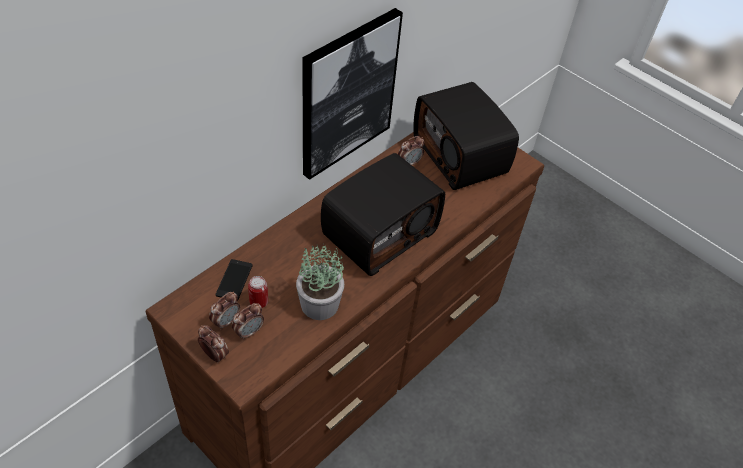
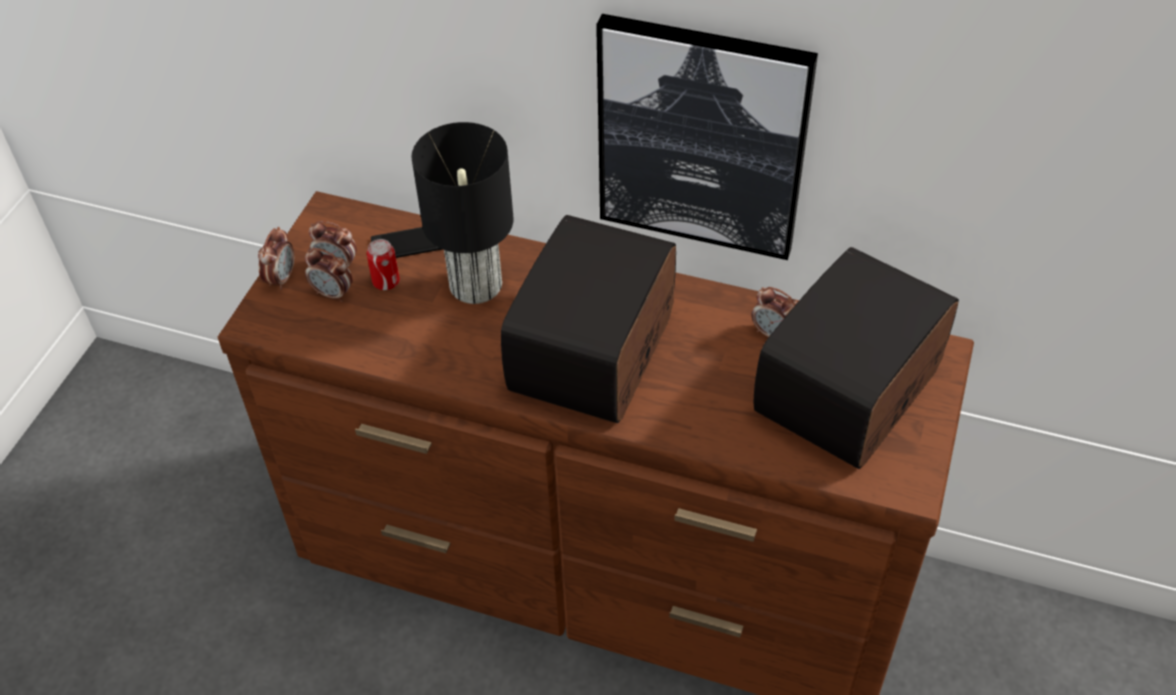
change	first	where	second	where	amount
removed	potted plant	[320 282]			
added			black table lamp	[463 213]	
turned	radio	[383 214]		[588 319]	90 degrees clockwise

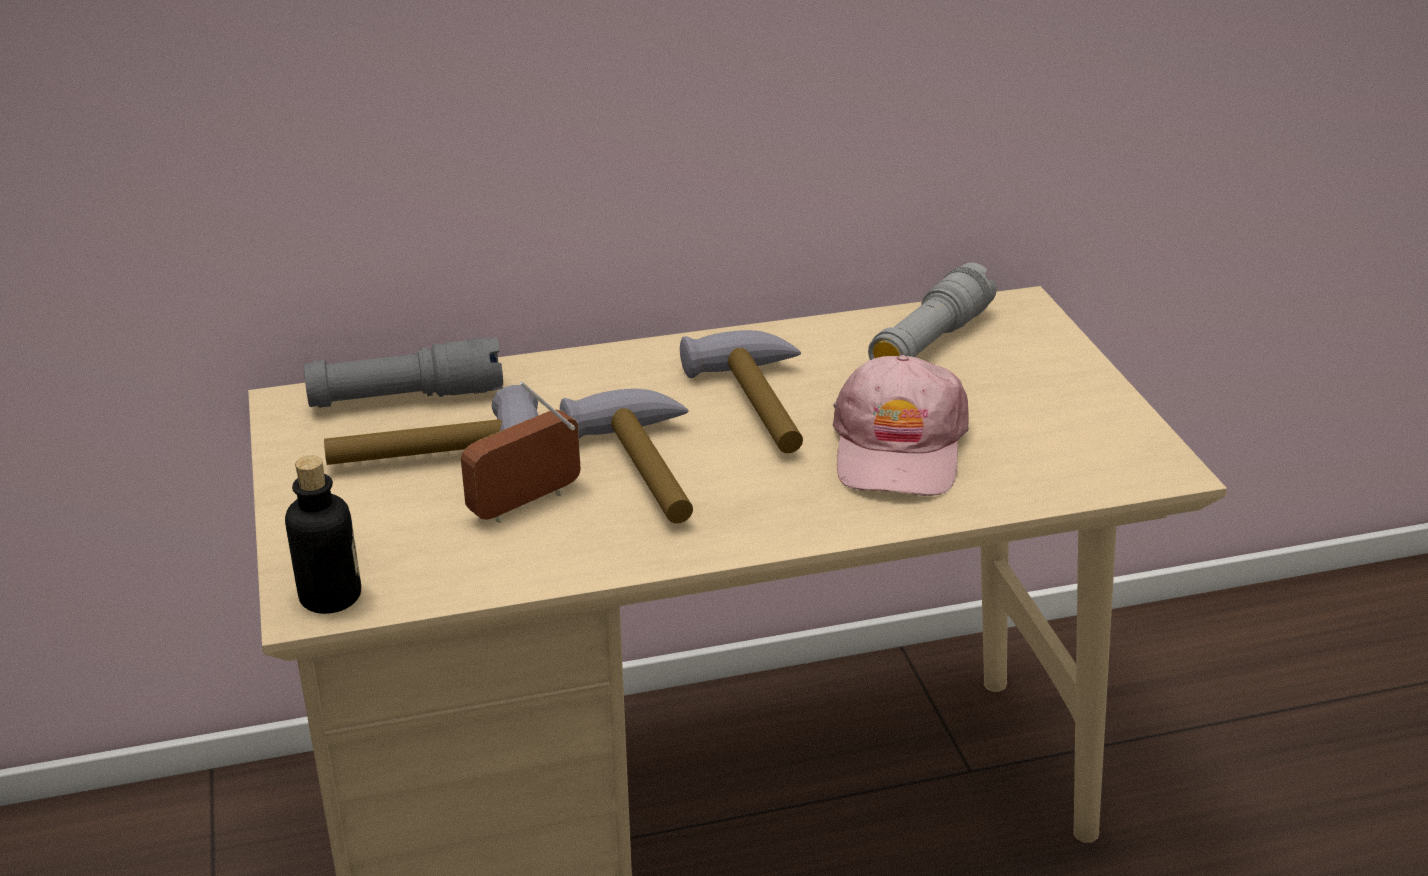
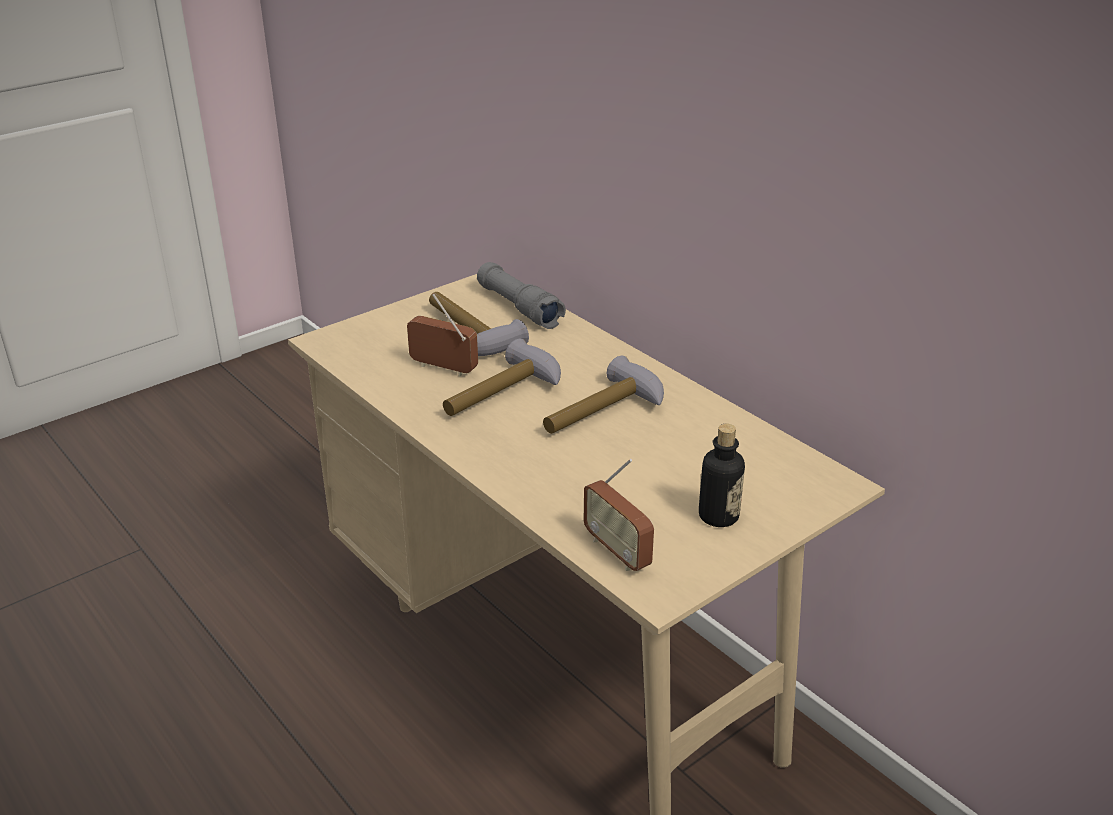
change	first	where	second	where	amount
removed	pink cap	[901 425]			
removed	grey flashlight	[932 311]			
added			radio	[619 515]	
moved	bottle	[323 534]		[722 475]	

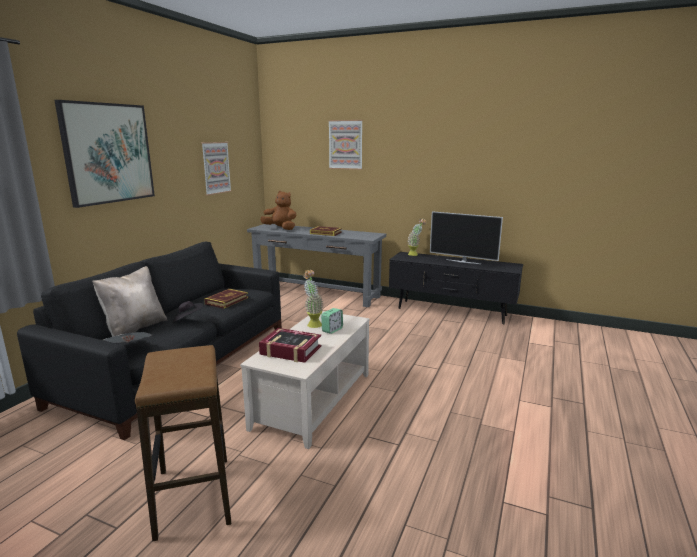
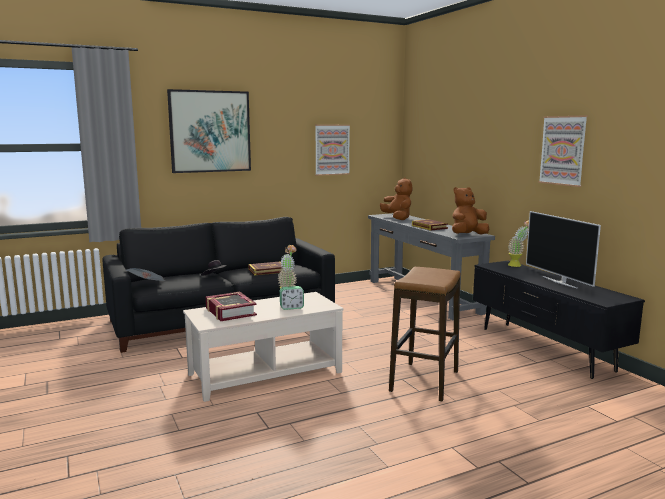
change	first	where	second	where	amount
removed	beige pillow	[130 301]			
added			brown plush toy	[470 210]	
moved	stool	[183 443]		[425 334]	
moved	picture	[345 145]		[563 151]	

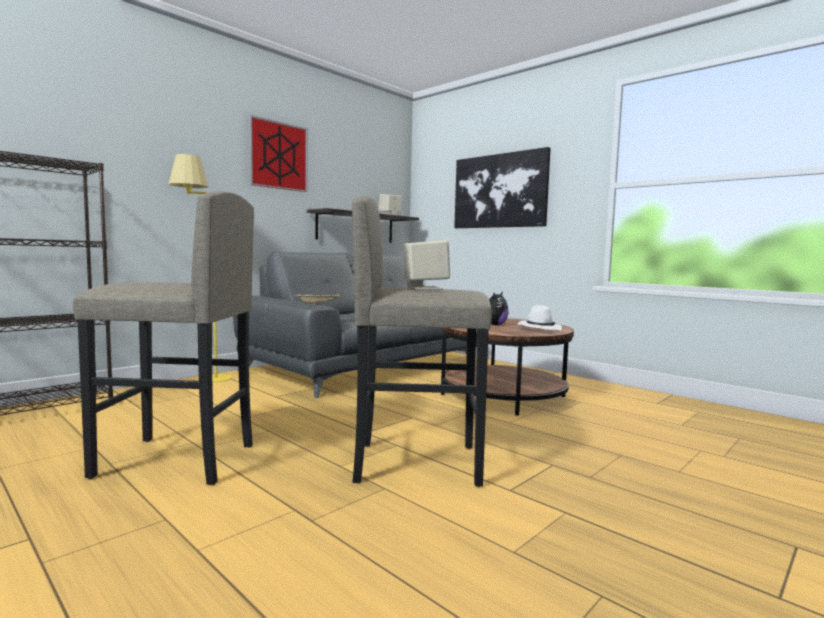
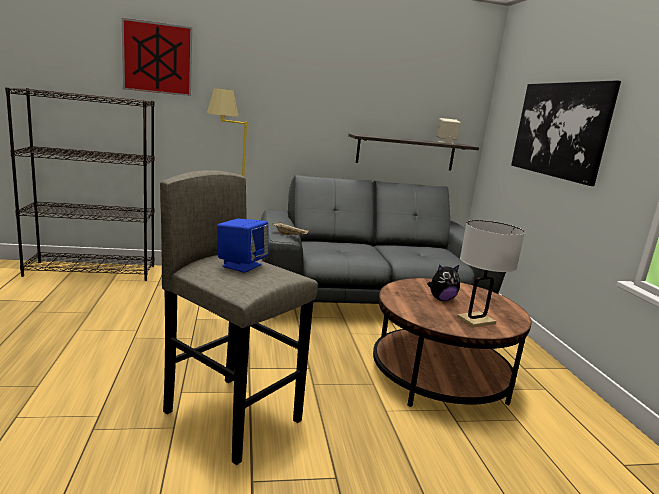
change	first	where	second	where	amount
removed	grey stool	[163 338]			
moved	picture	[278 153]		[157 57]	
replaced	white hat	[540 318]	white table lamp	[491 274]	
recoloured	beige speaker	[426 265]	blue speaker	[242 245]	

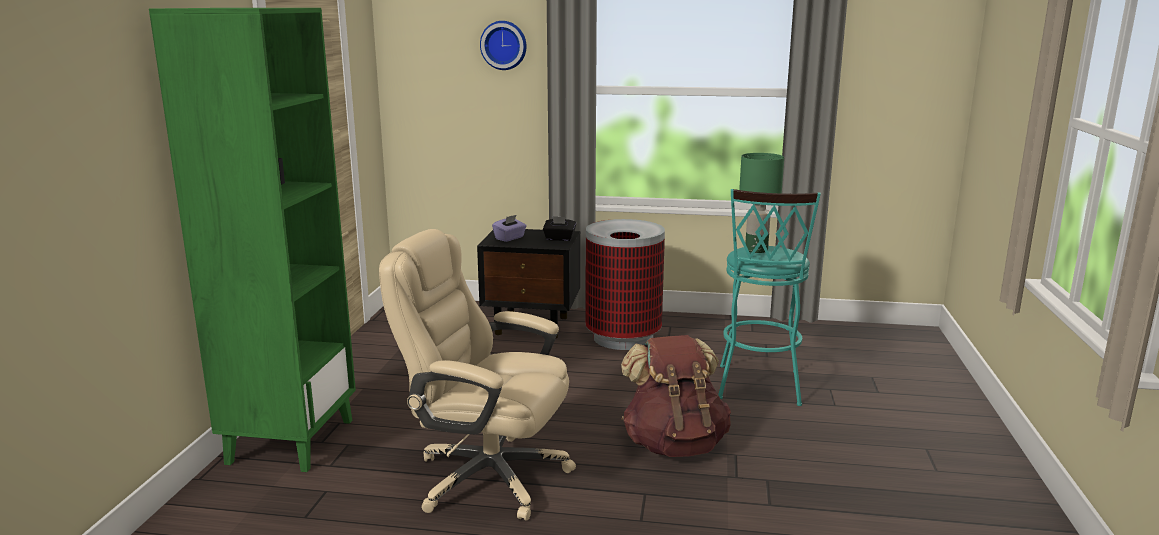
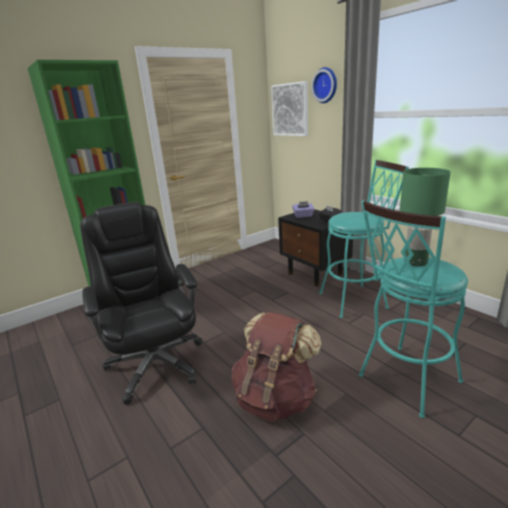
change	first	where	second	where	amount
added			picture	[289 108]	
replaced	trash can	[625 284]	turquoise stool	[364 239]	
recoloured	beige office chair	[477 375]	black office chair	[141 303]	

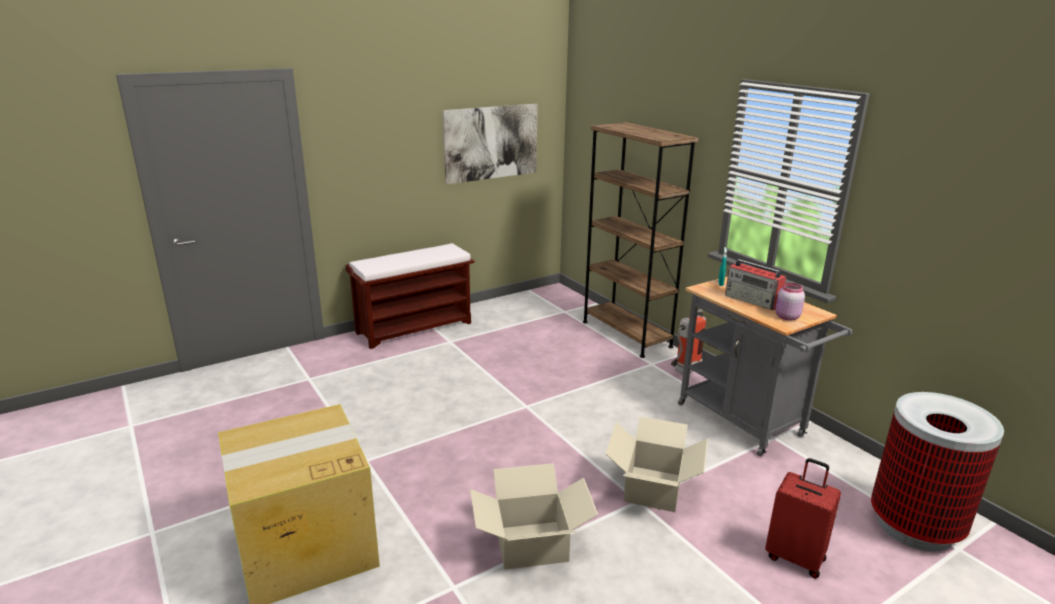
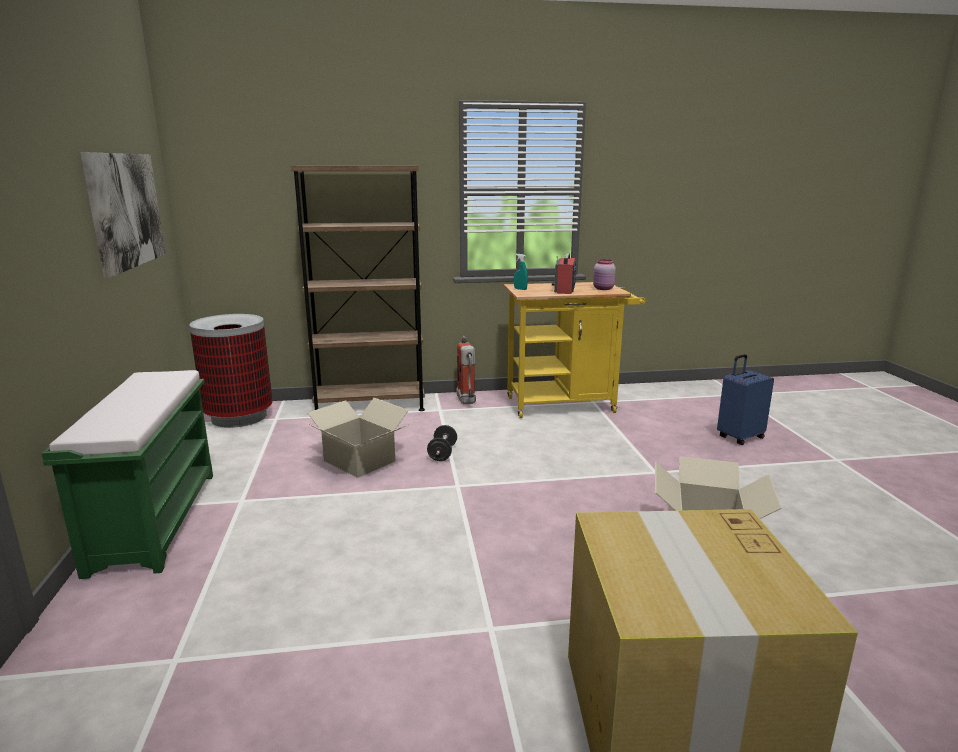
change	first	where	second	where	amount
added			black dumbbell	[442 443]	
moved	cardboard box	[656 464]		[355 438]	
moved	trash can	[937 471]		[230 371]	
recoloured	brown bench	[410 296]	green bench	[127 474]	
recoloured	grey cart	[765 366]	yellow cart	[574 350]	
recoloured	red suitcase	[803 518]	blue suitcase	[745 399]	
turned	radio	[755 285]		[564 273]	120 degrees clockwise

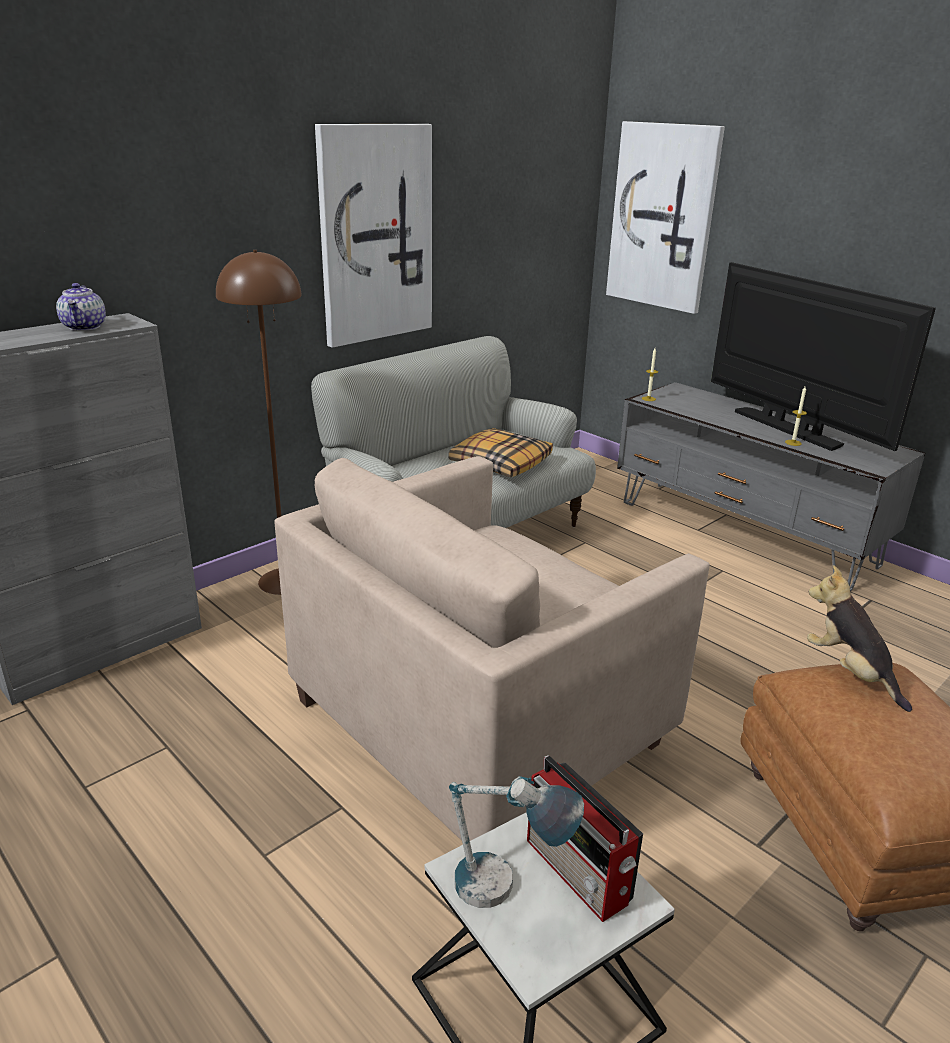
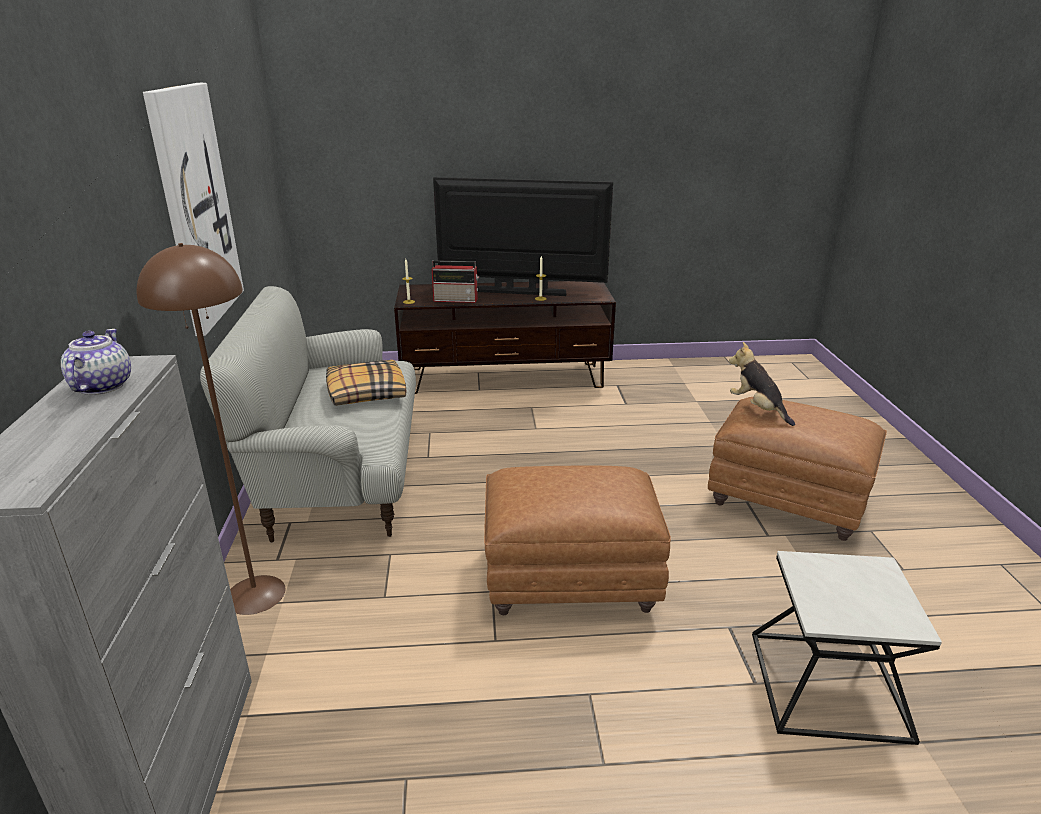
change	first	where	second	where	amount
removed	table lamp	[516 842]			
removed	picture	[665 217]			
moved	radio	[585 838]		[455 281]	
replaced	beige armchair	[492 648]	brown ottoman	[577 540]	
recoloured	grey tv stand	[771 486]	brown tv stand	[505 337]	
turned	teapot	[81 307]		[96 362]	120 degrees counterclockwise
turned	plush toy	[859 638]		[762 384]	45 degrees clockwise

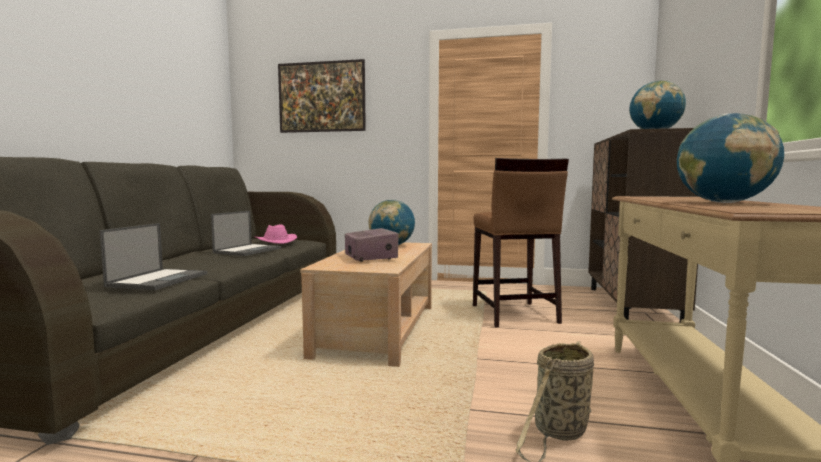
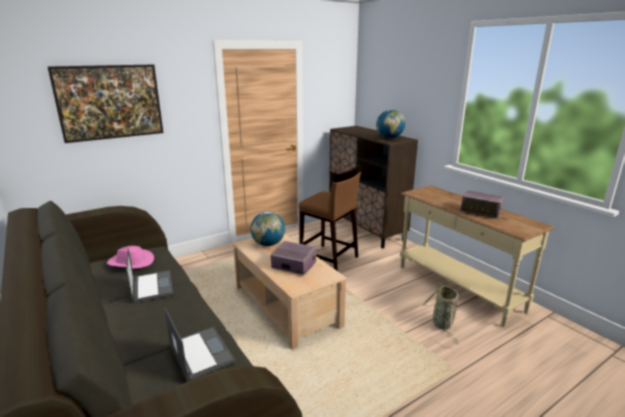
change	first	where	second	where	amount
replaced	globe	[730 158]	radio	[482 204]	

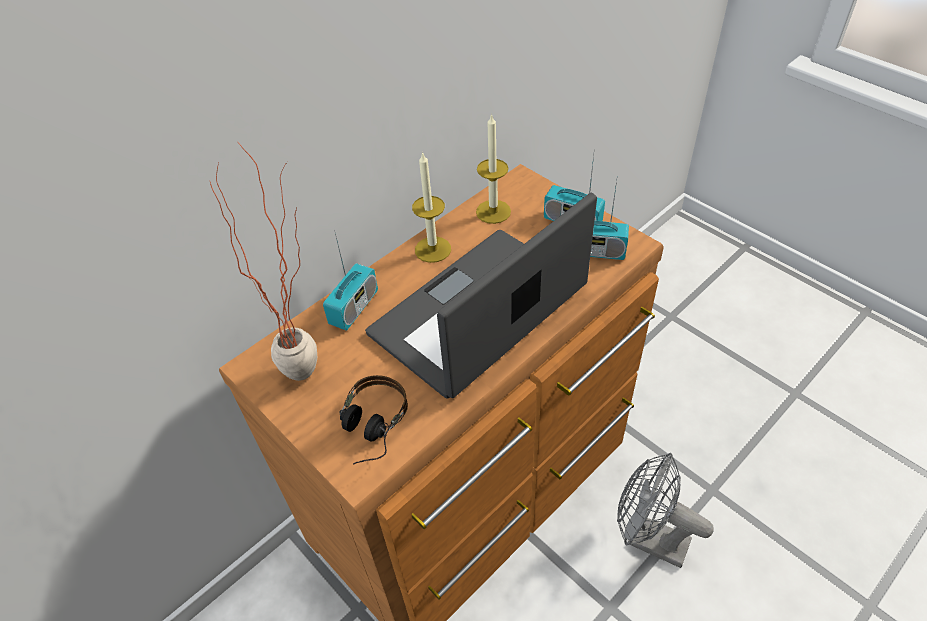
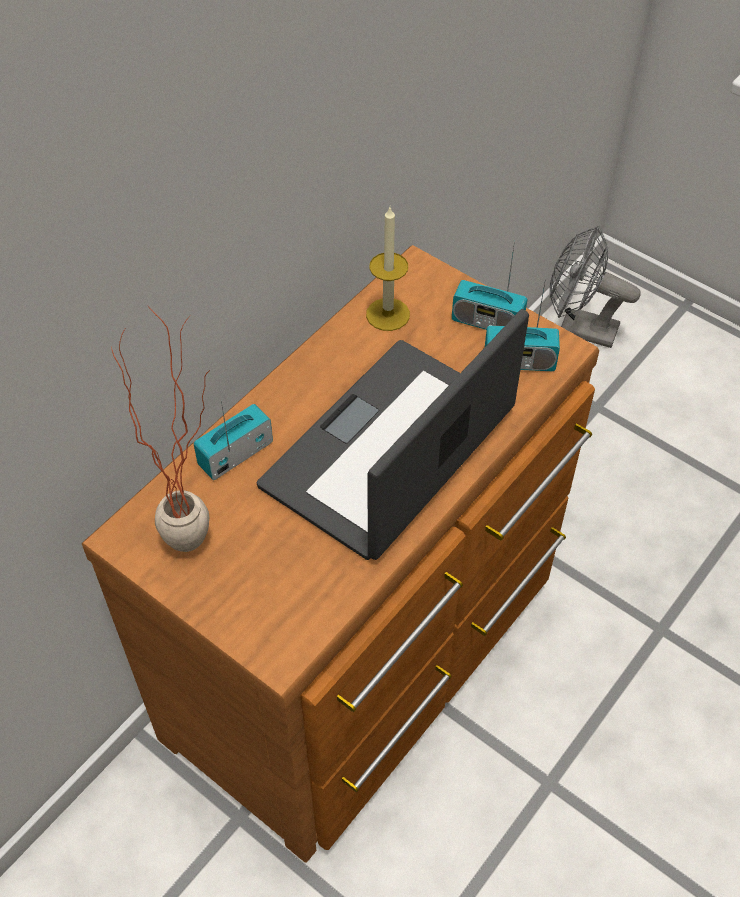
change	first	where	second	where	amount
removed	headphones	[374 420]			
removed	candle	[431 207]			
moved	grey fan	[665 510]		[595 287]	
turned	radio	[350 280]		[233 440]	150 degrees counterclockwise

